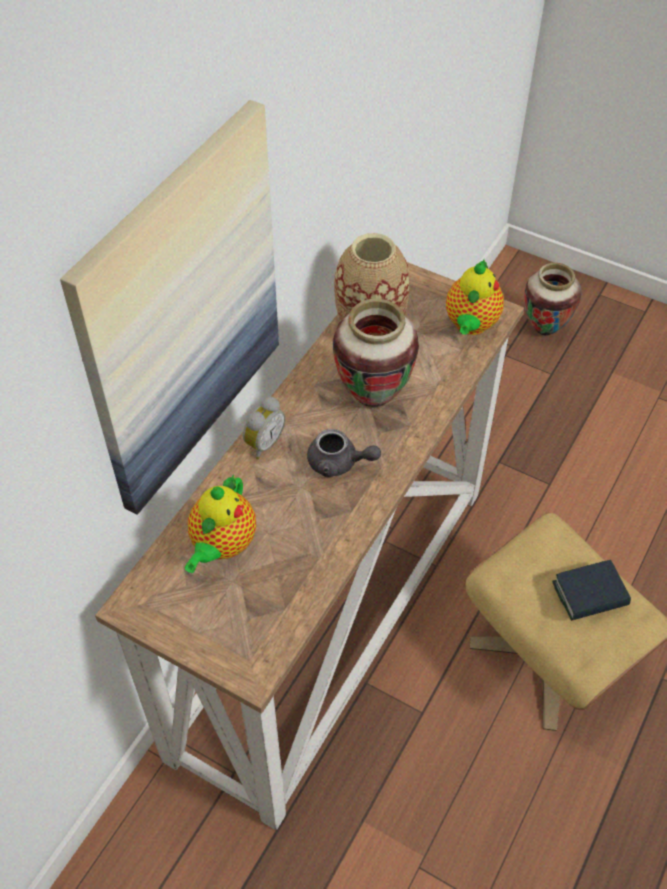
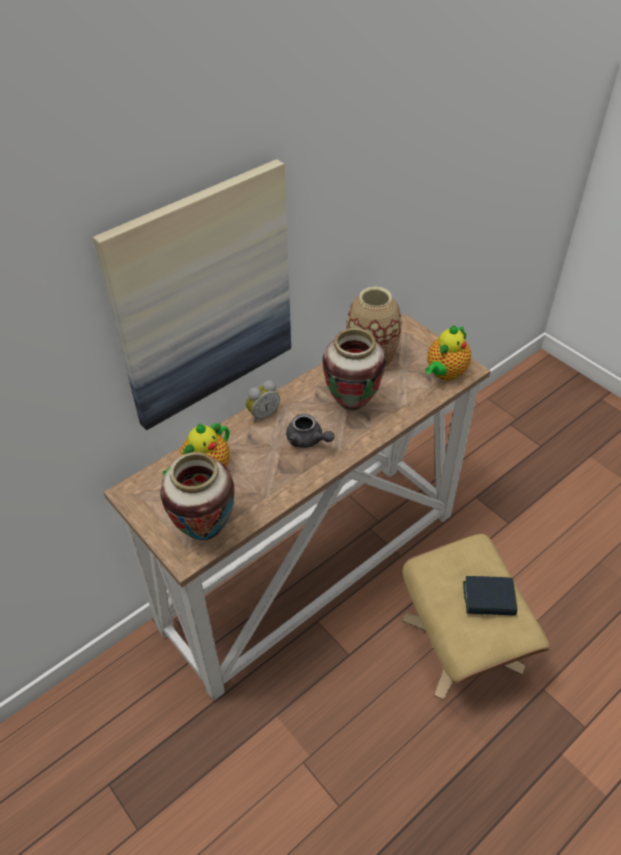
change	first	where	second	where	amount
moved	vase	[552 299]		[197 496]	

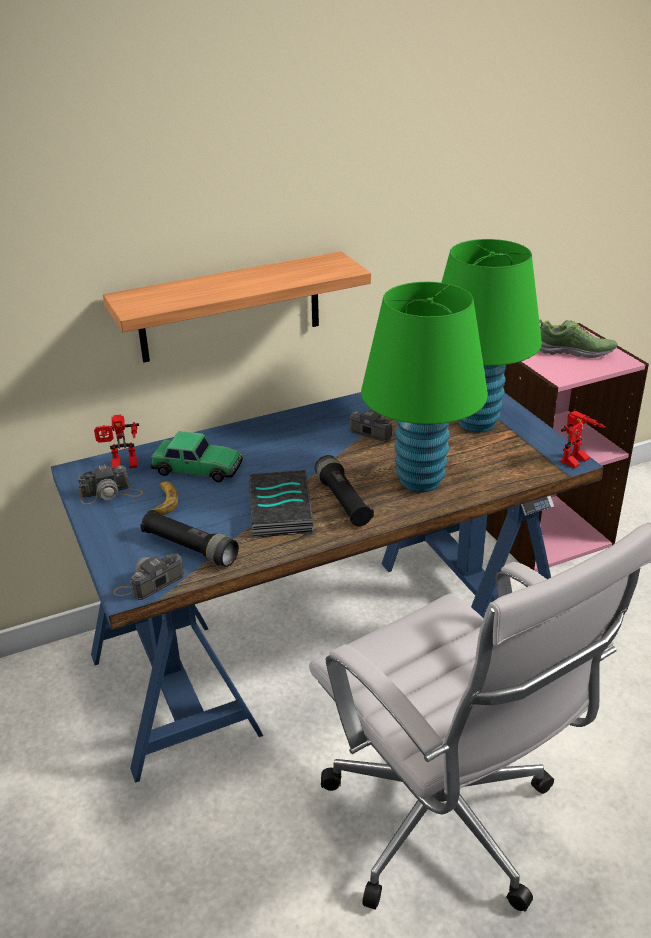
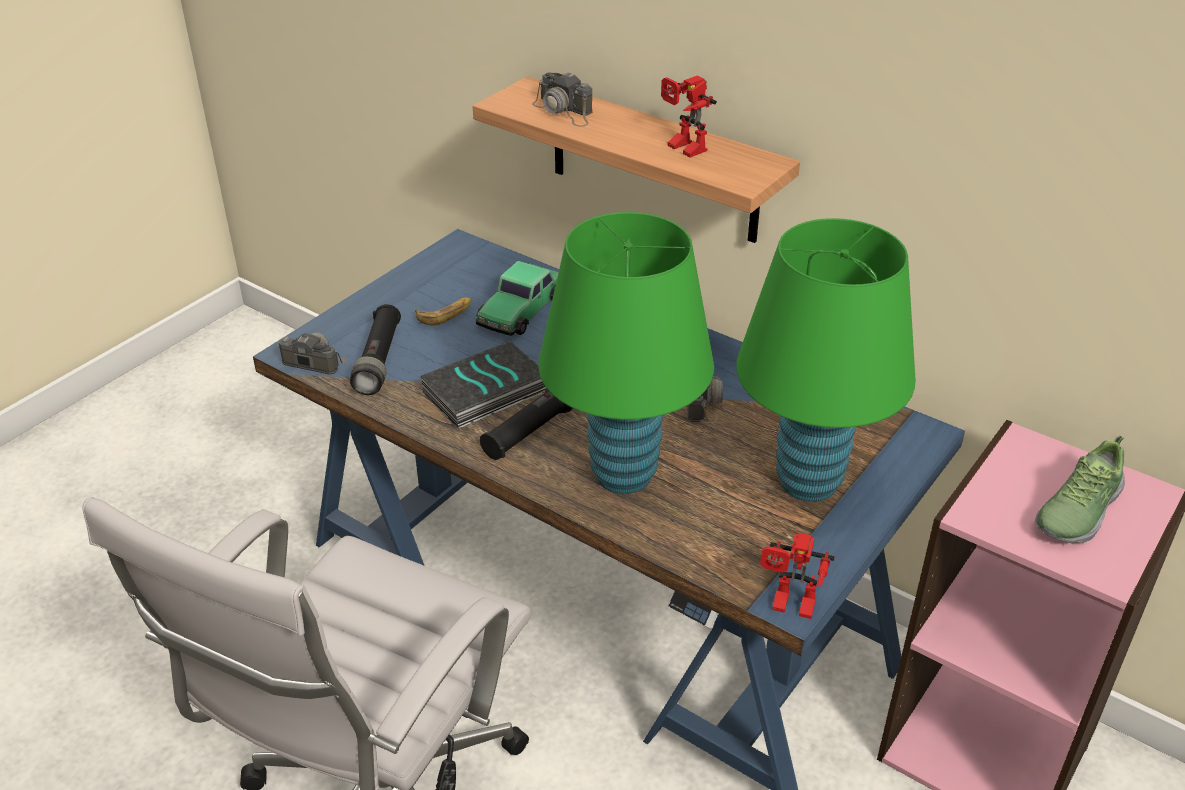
change	first	where	second	where	amount
moved	photo camera	[110 484]		[562 99]	
moved	toy robot	[116 441]		[689 116]	
turned	toy car	[196 456]		[517 298]	45 degrees clockwise
turned	shoe	[578 338]		[1080 490]	60 degrees clockwise

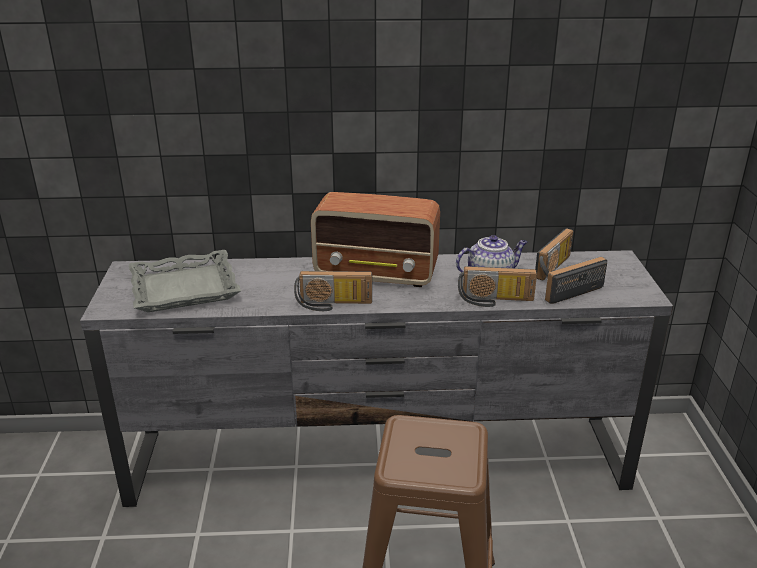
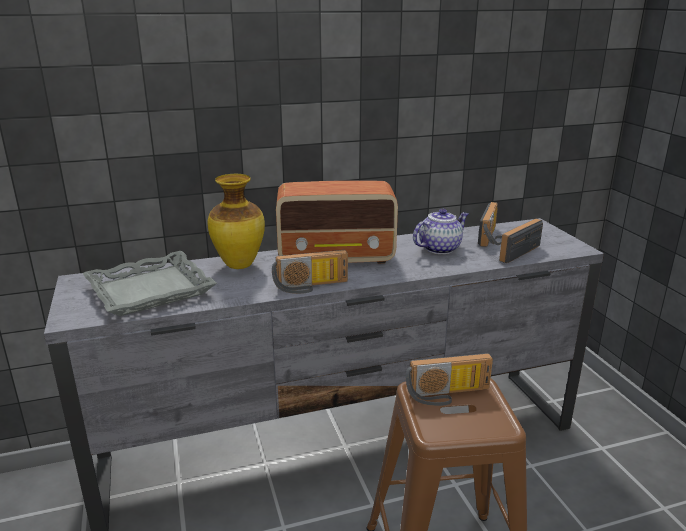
change	first	where	second	where	amount
added			vase	[236 221]	
moved	radio	[497 286]		[449 379]	

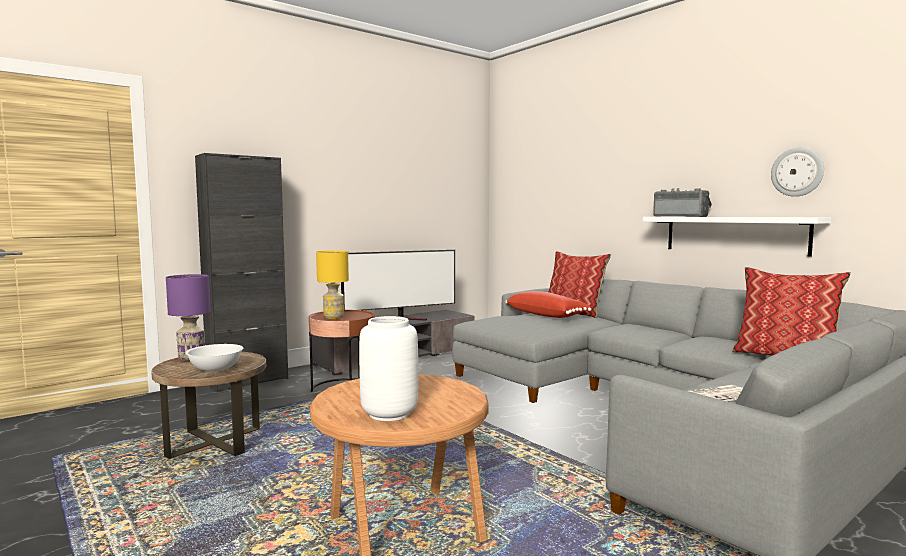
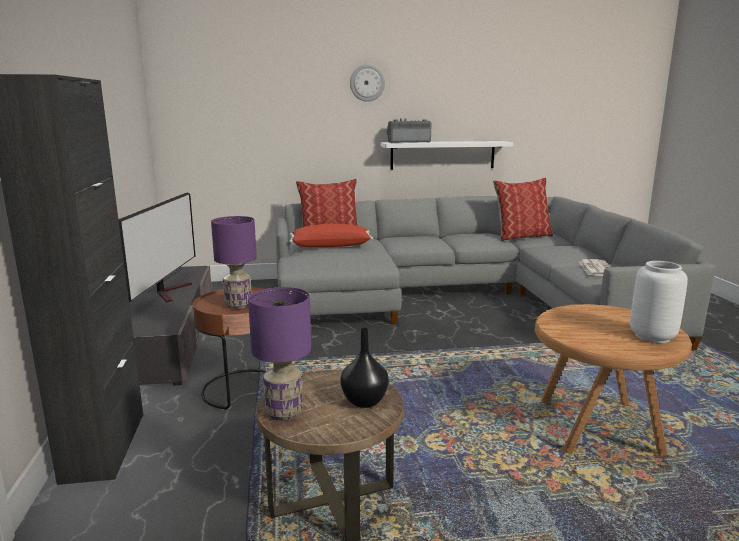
change	first	where	second	where	amount
moved	wall clock	[797 172]		[367 83]	
replaced	white bowl	[214 357]	black vase	[364 368]	
recoloured	yellow table lamp	[332 285]	purple table lamp	[234 262]	

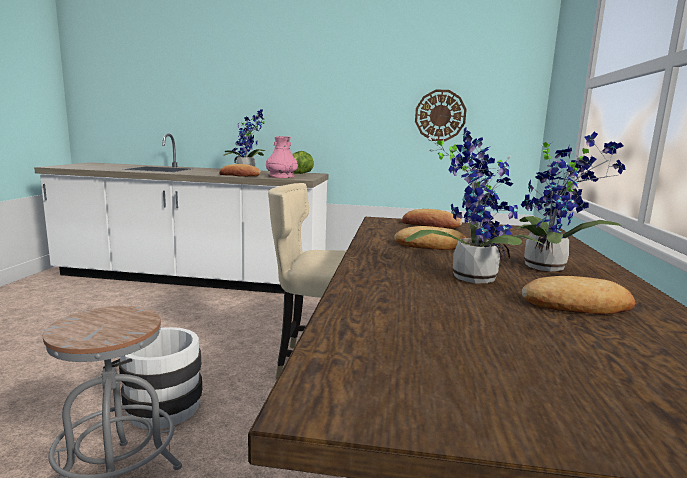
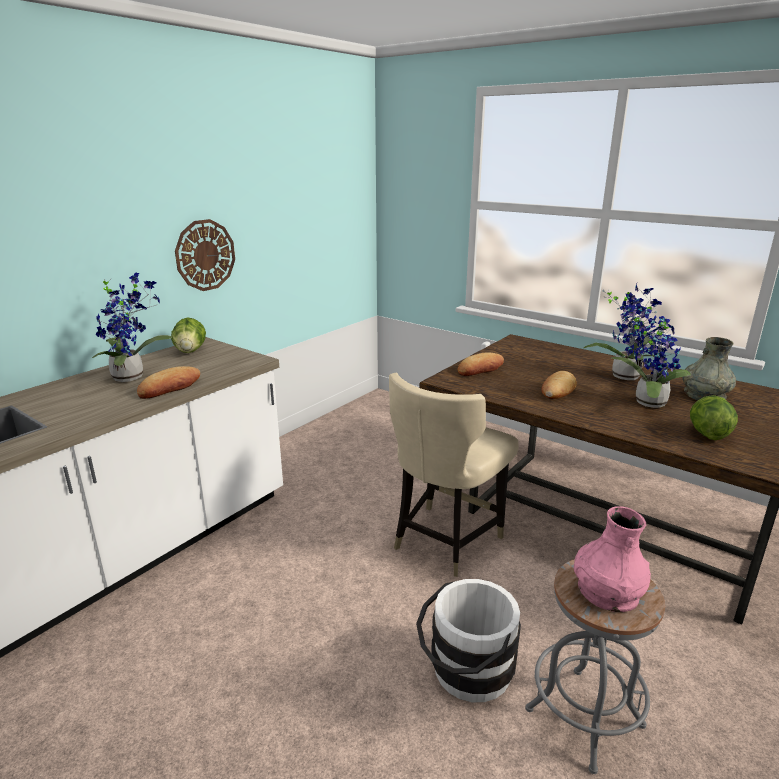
change	first	where	second	where	amount
added			lettuce	[714 417]	
moved	pink vase	[282 157]		[612 559]	
moved	wall clock	[441 115]		[205 255]	
replaced	bread	[578 295]	grey vase	[709 369]	

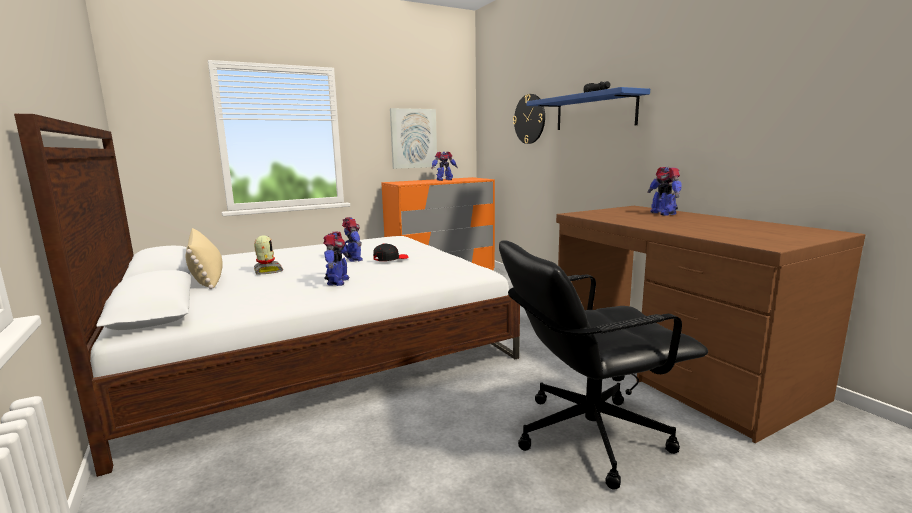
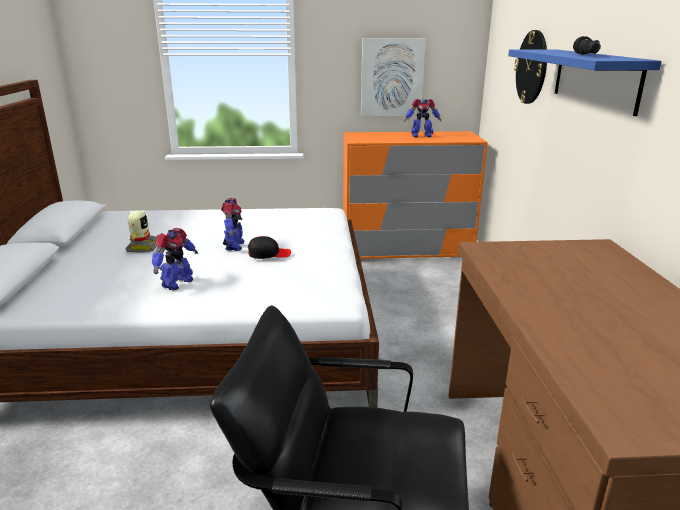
change	first	where	second	where	amount
removed	beige pillow	[204 258]			
removed	toy robot	[664 191]			

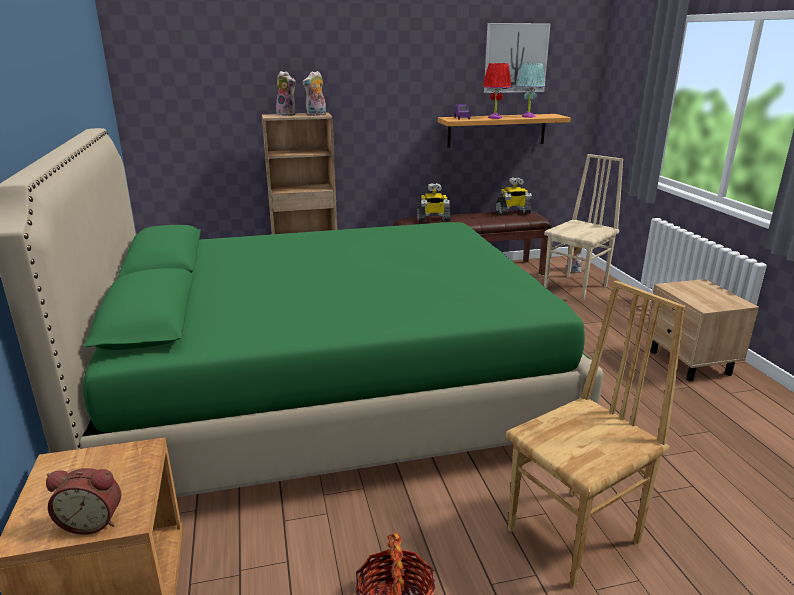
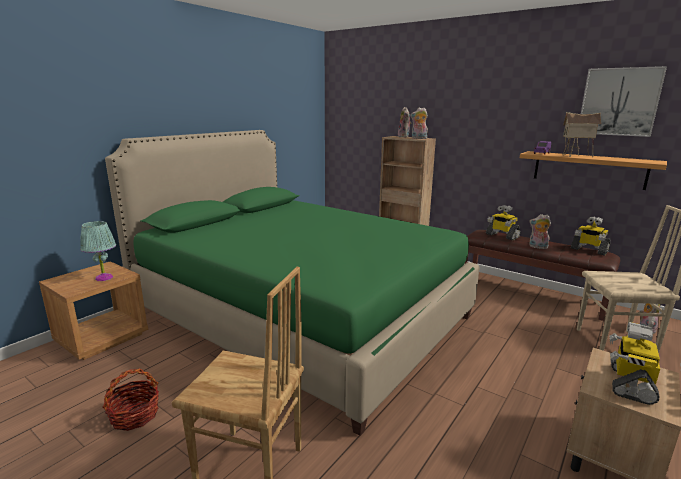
change	first	where	second	where	amount
removed	alarm clock	[83 501]			
added			plush toy	[540 231]	
added			toy robot	[635 363]	
moved	turquoise table lamp	[531 90]		[98 251]	
replaced	red table lamp	[497 91]	toy house	[581 134]	

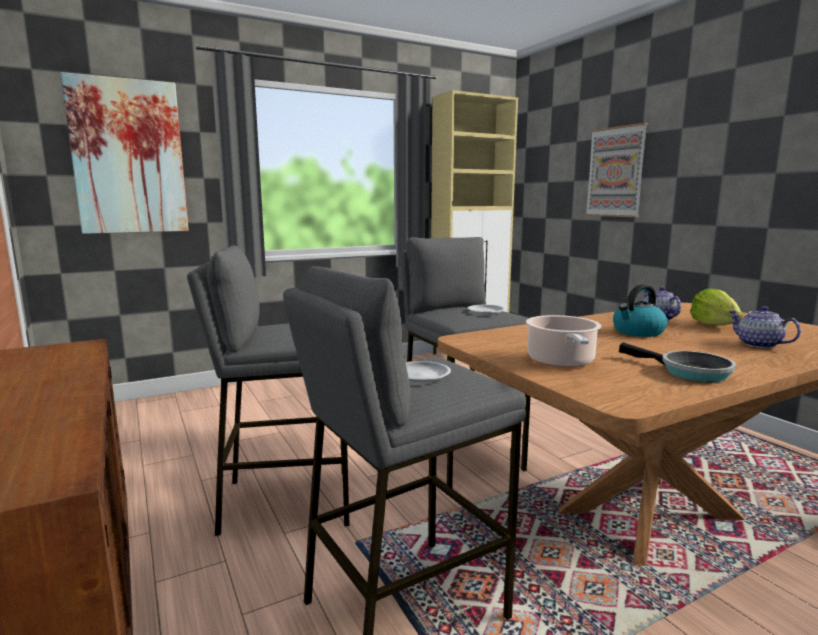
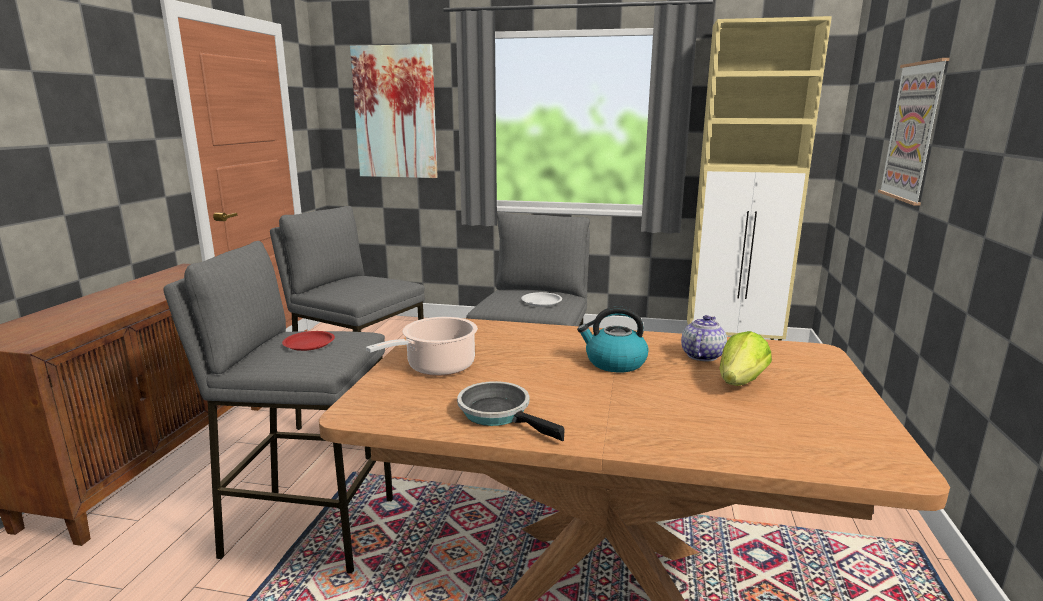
change	first	where	second	where	amount
removed	teapot	[764 327]			
recoloured	white plate	[428 371]	red plate	[308 341]	
turned	frying pan	[678 362]		[511 411]	135 degrees clockwise

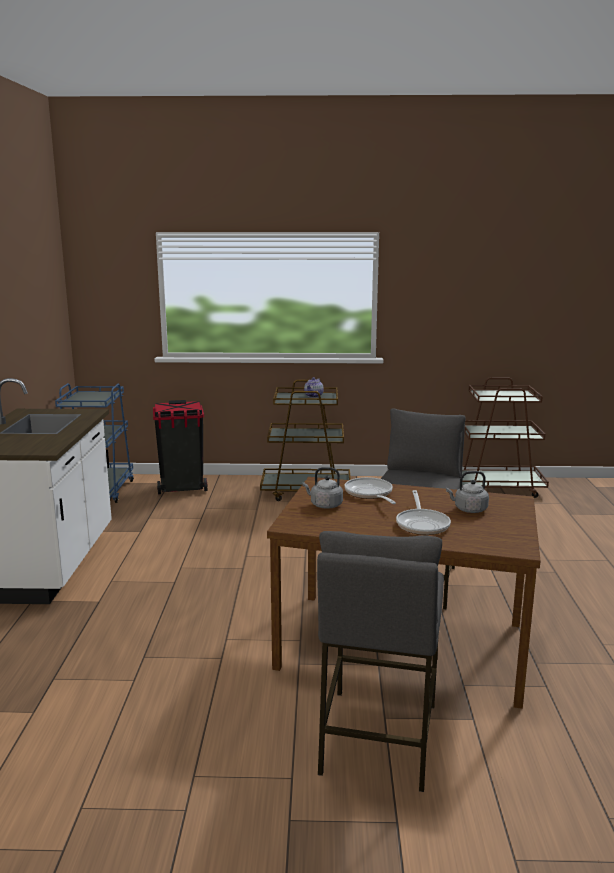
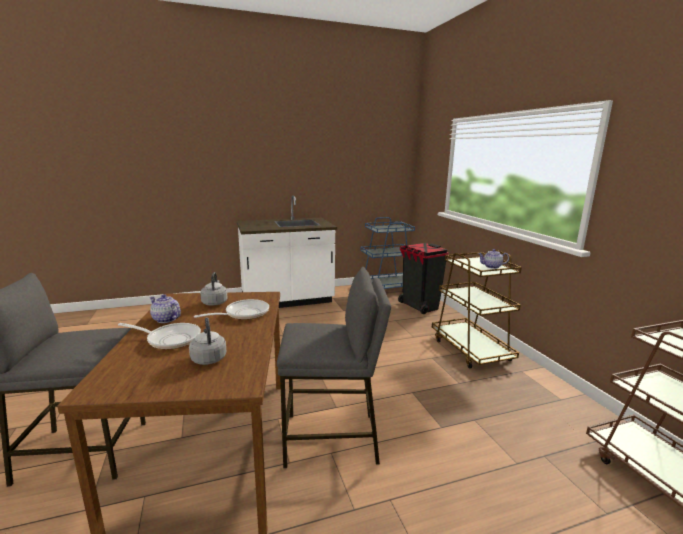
change	first	where	second	where	amount
added			teapot	[165 308]	
turned	frying pan	[423 512]		[159 336]	150 degrees counterclockwise

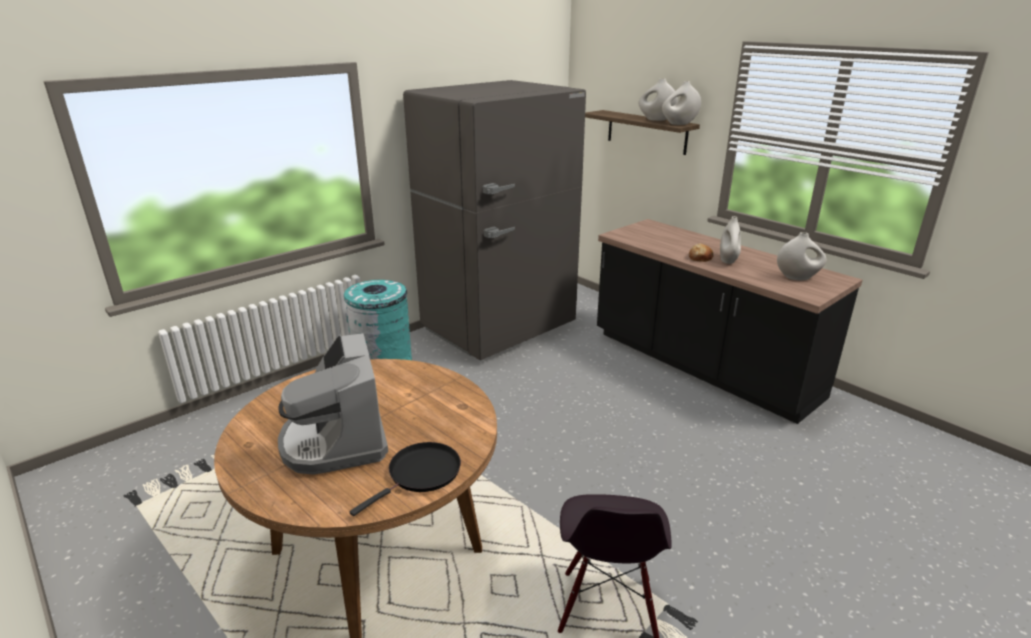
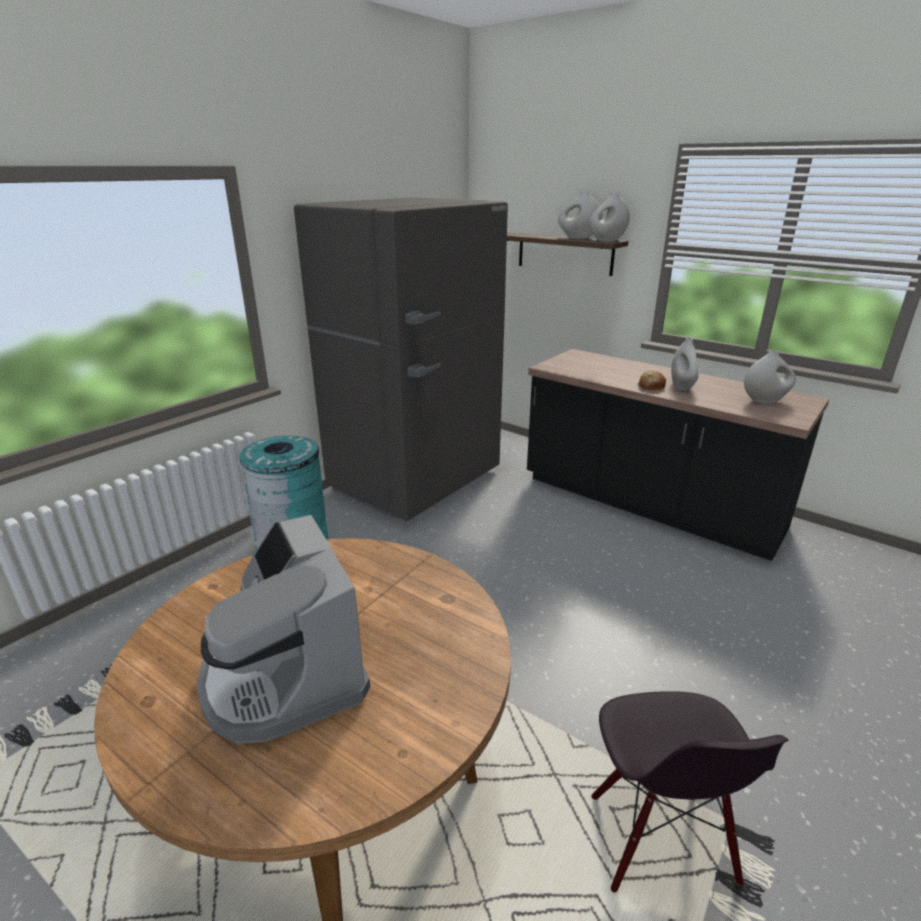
change	first	where	second	where	amount
removed	black frying pan	[405 479]			

